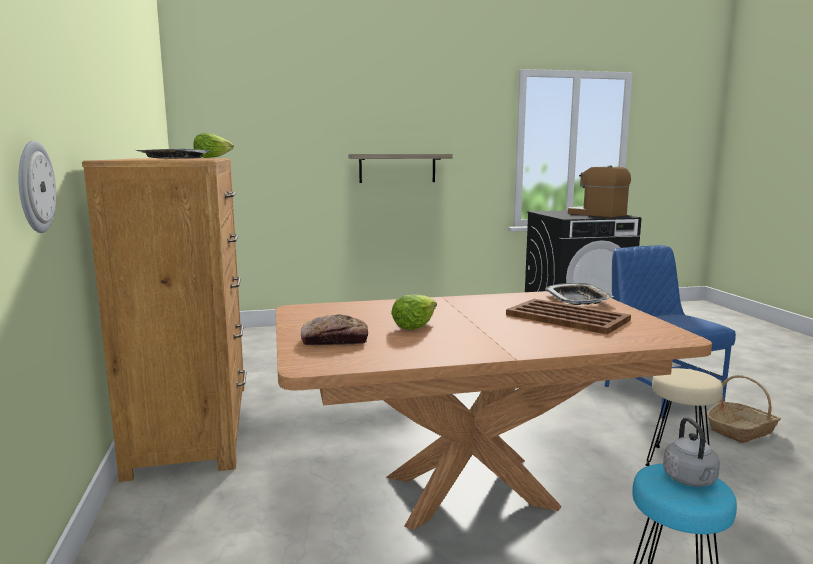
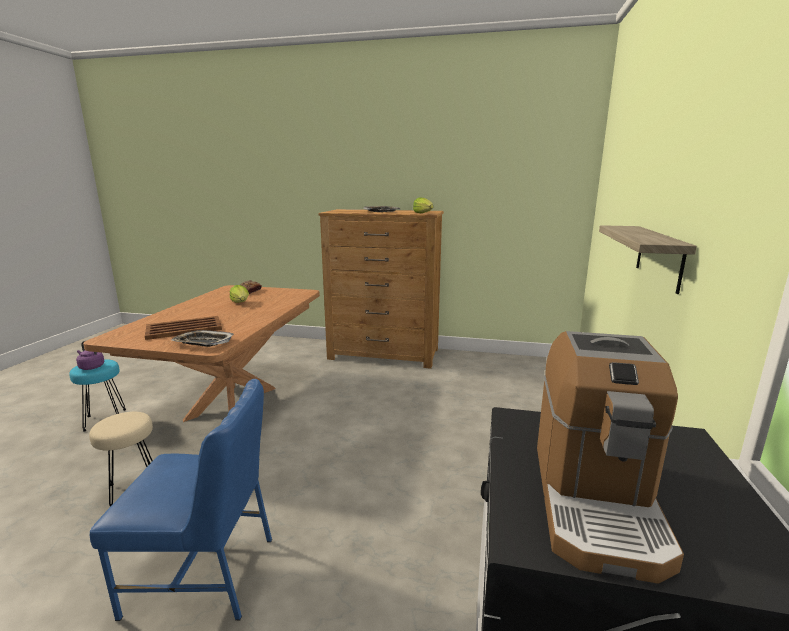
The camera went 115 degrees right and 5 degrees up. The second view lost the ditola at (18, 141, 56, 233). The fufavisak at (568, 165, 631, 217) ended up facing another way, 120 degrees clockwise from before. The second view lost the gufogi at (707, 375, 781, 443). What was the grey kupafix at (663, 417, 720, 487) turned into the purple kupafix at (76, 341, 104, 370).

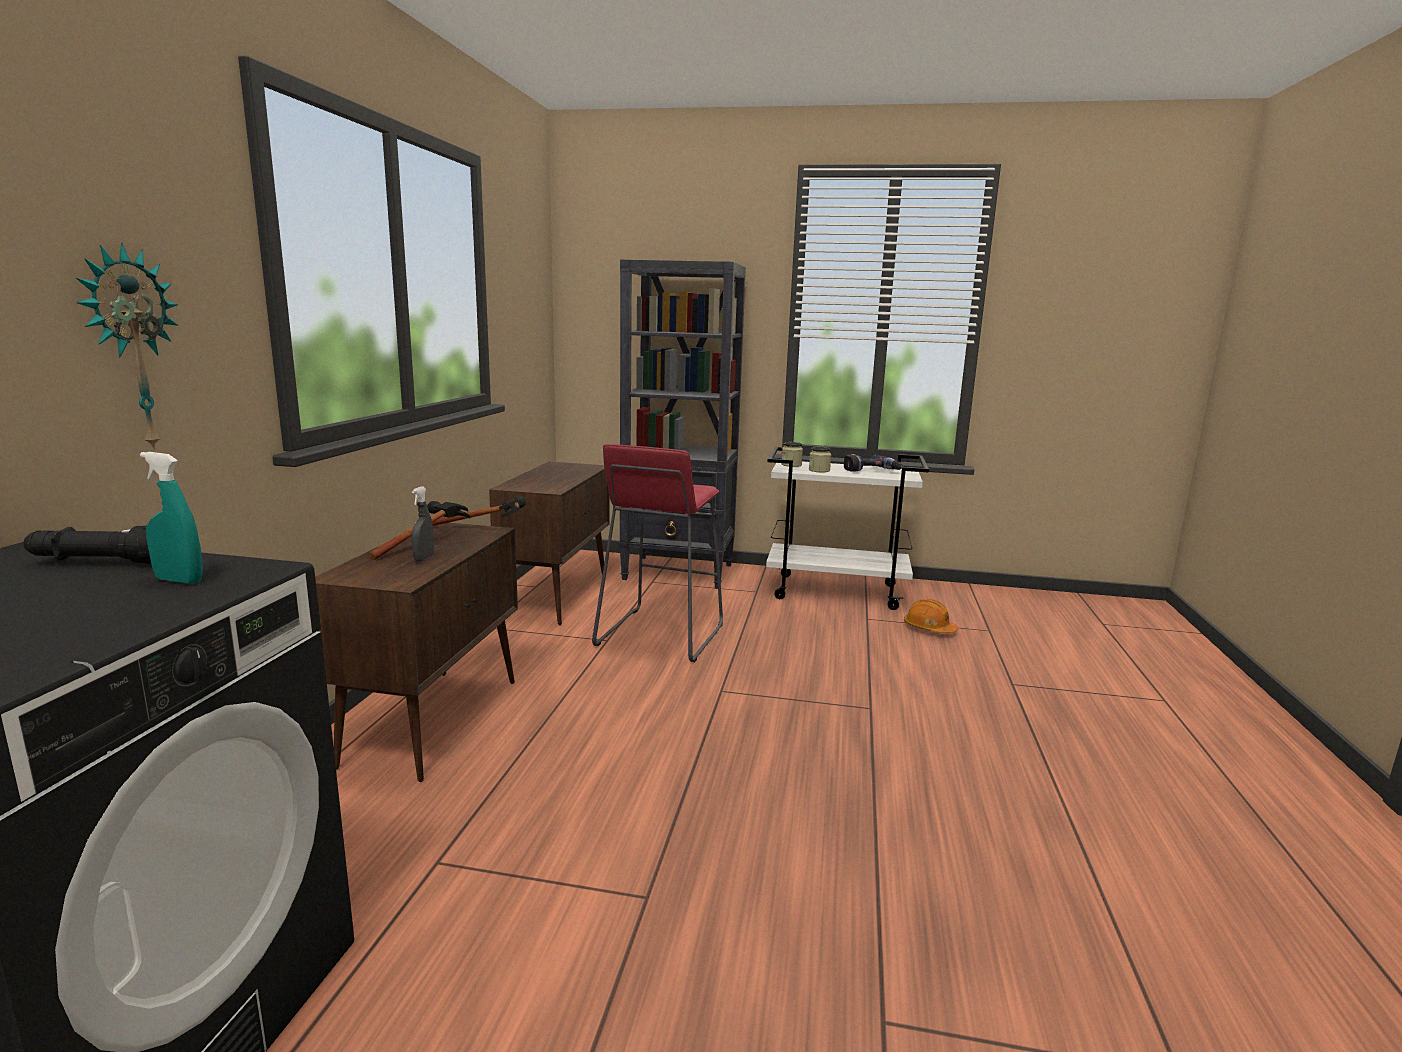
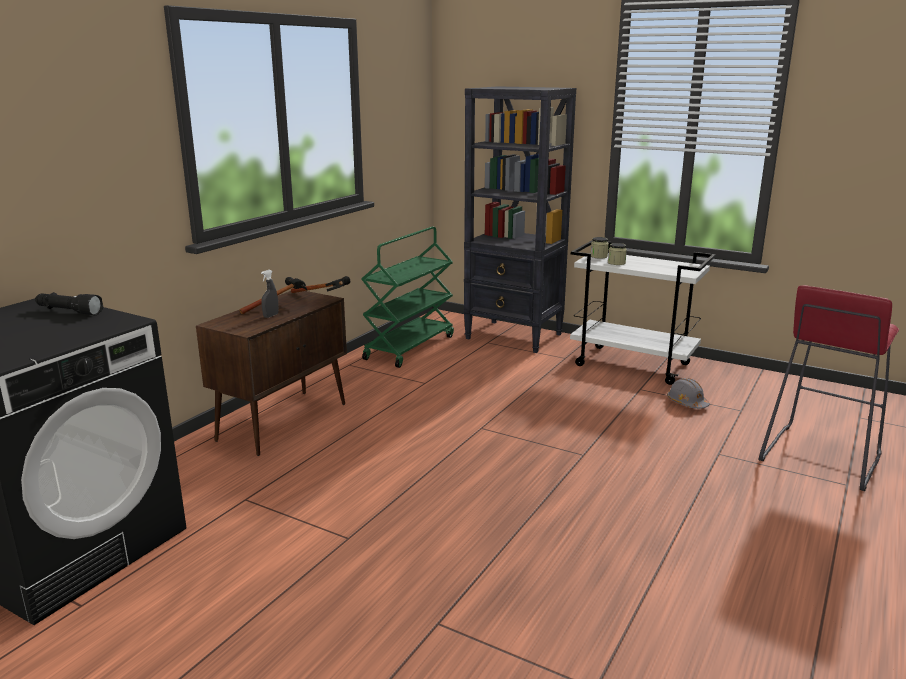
The camera went 20 degrees right and 5 degrees up. The second view lost the ditola at (76, 243, 178, 451). The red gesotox ended up elsewhere, having gone from (592, 444, 723, 662) to (758, 285, 899, 491). The second view lost the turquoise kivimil at (140, 452, 203, 584). The second view lost the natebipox at (843, 454, 903, 472). Where the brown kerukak stood at (489, 462, 610, 625), the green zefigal came to stand at (361, 227, 454, 368). What was the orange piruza at (904, 599, 958, 634) turned into the grey piruza at (667, 378, 710, 409).

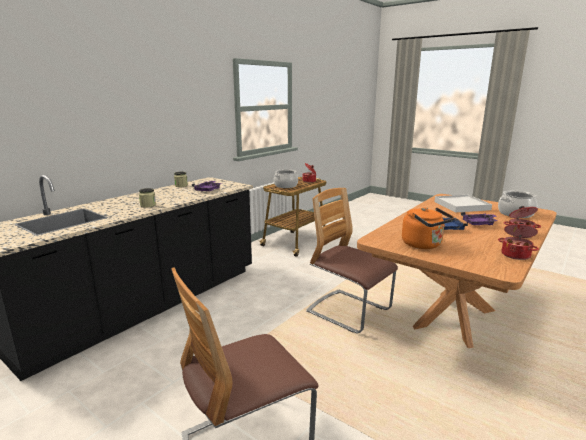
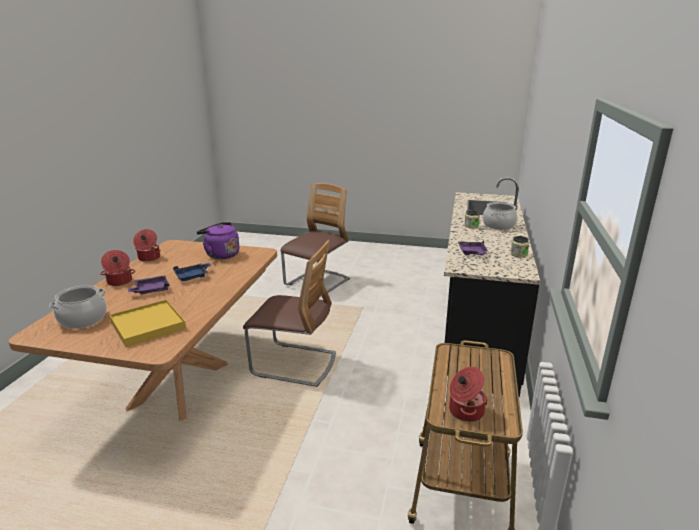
The camera went 155 degrees right and 5 degrees up. The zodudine ended up elsewhere, having gone from (274, 169, 298, 188) to (483, 202, 517, 230). What was the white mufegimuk at (434, 195, 492, 212) turned into the yellow mufegimuk at (109, 300, 186, 347). What was the orange kupafix at (402, 207, 454, 249) turned into the purple kupafix at (197, 222, 239, 259).

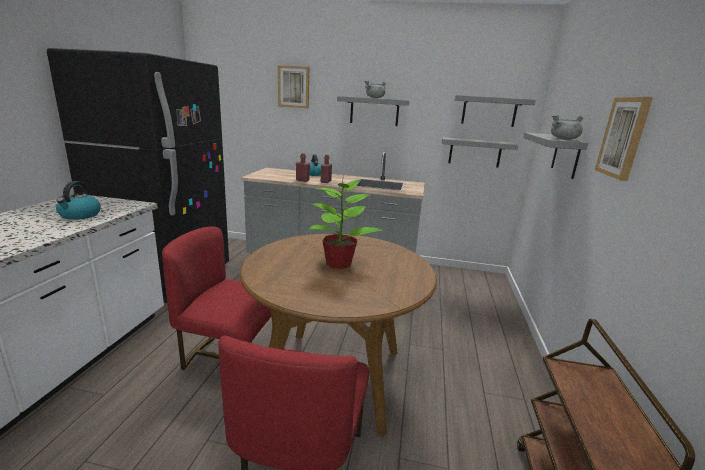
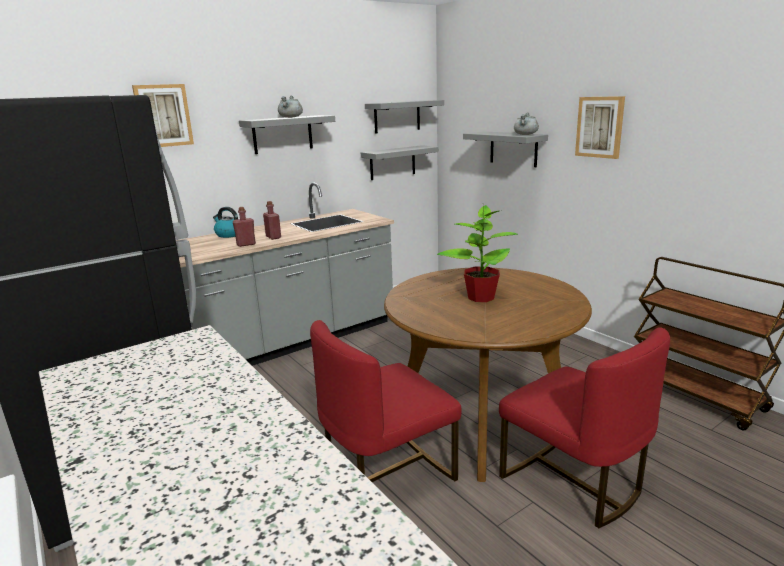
The camera went 45 degrees left and 0 degrees up. The second view lost the kupafix at (56, 181, 101, 220).

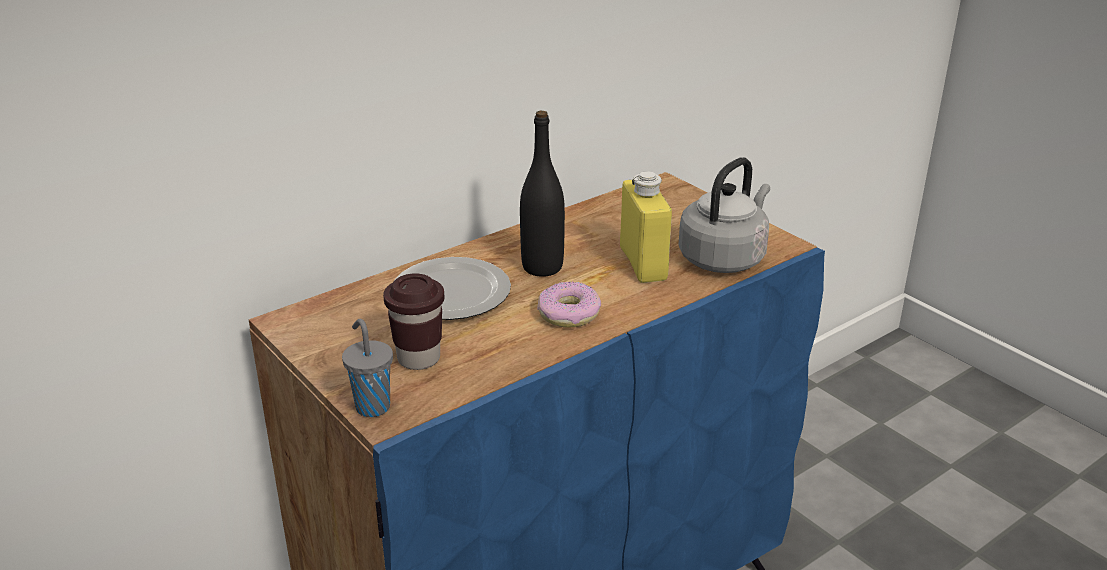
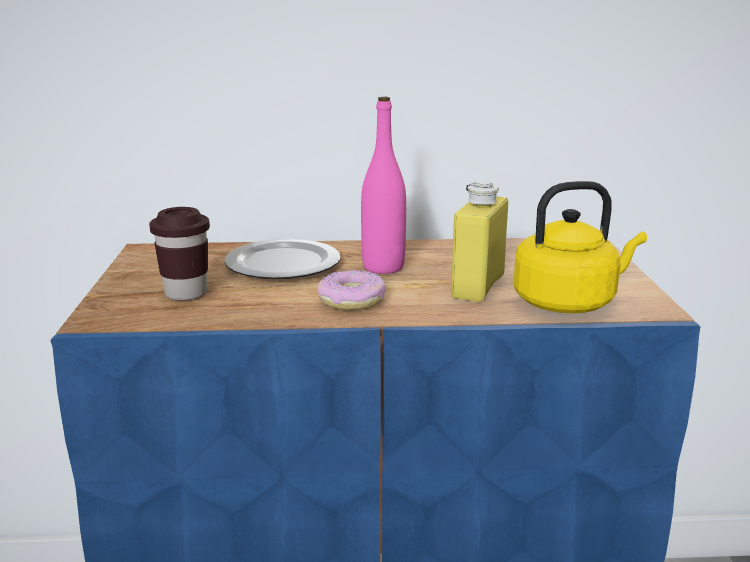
The camera went 35 degrees right and 10 degrees down. What was the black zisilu at (520, 110, 565, 277) turned into the pink zisilu at (361, 97, 406, 274). What was the grey kupafix at (678, 157, 770, 273) turned into the yellow kupafix at (514, 181, 647, 313). The second view lost the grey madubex at (342, 319, 393, 417).

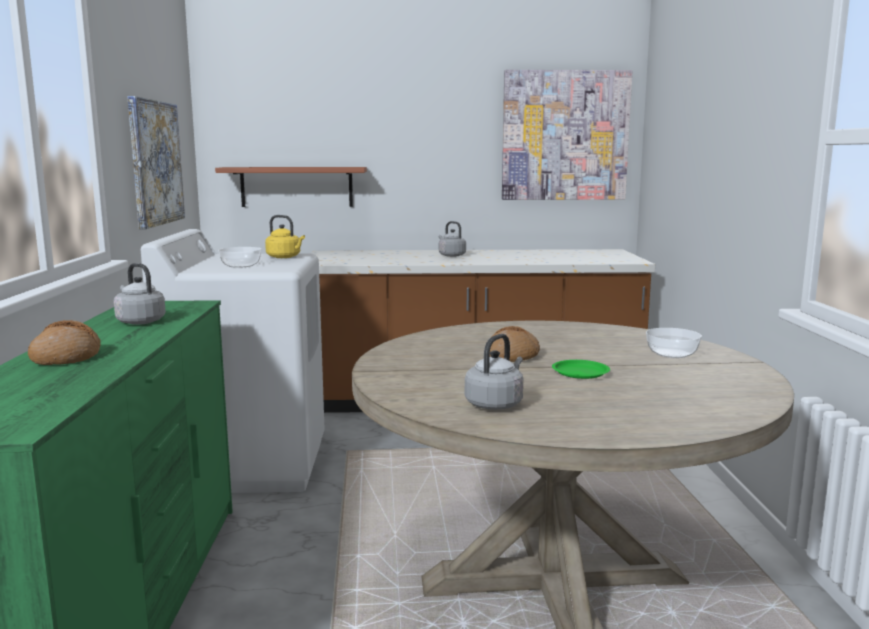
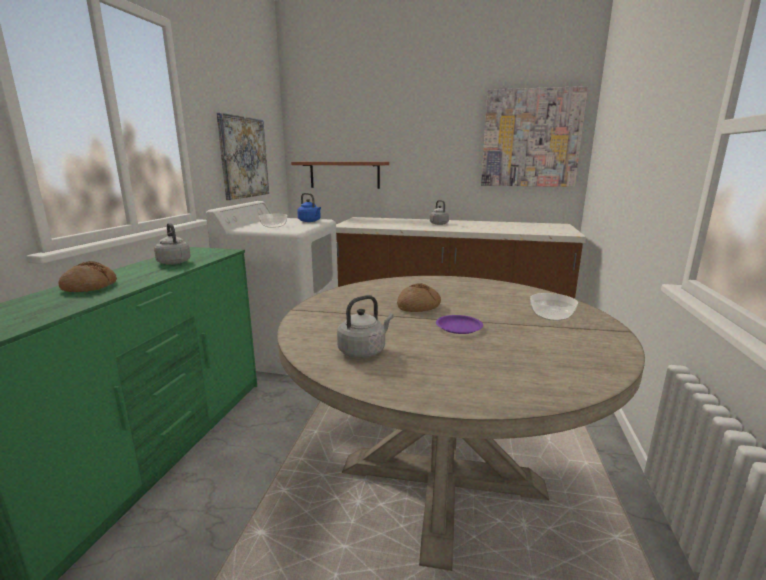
The camera went 15 degrees right and 5 degrees up. What was the yellow kupafix at (265, 215, 305, 258) turned into the blue kupafix at (297, 193, 321, 222). What was the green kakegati at (552, 360, 610, 379) turned into the purple kakegati at (436, 315, 483, 334).

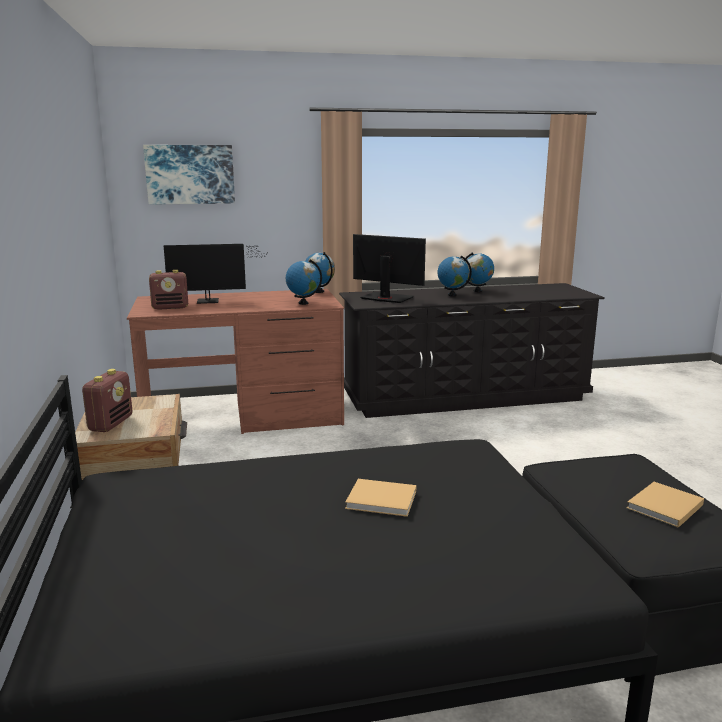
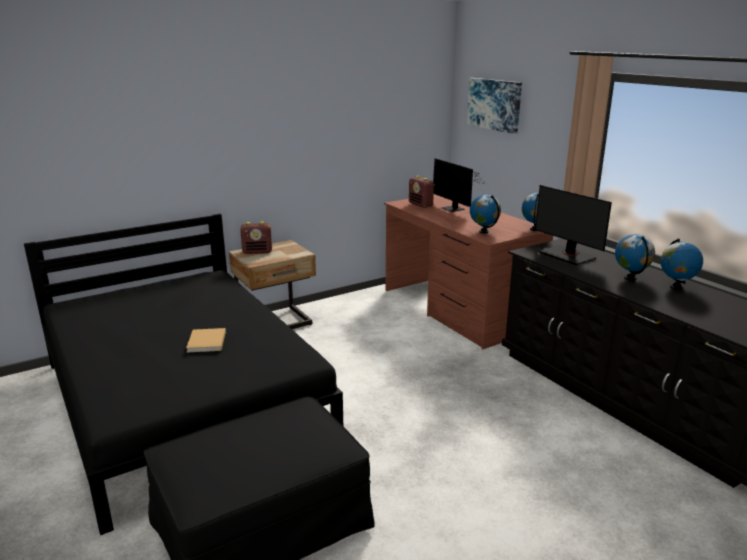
The camera went 70 degrees right and 5 degrees up. The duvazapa at (353, 234, 426, 303) ended up facing another way, 135 degrees clockwise from before. The second view lost the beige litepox at (627, 482, 704, 528).

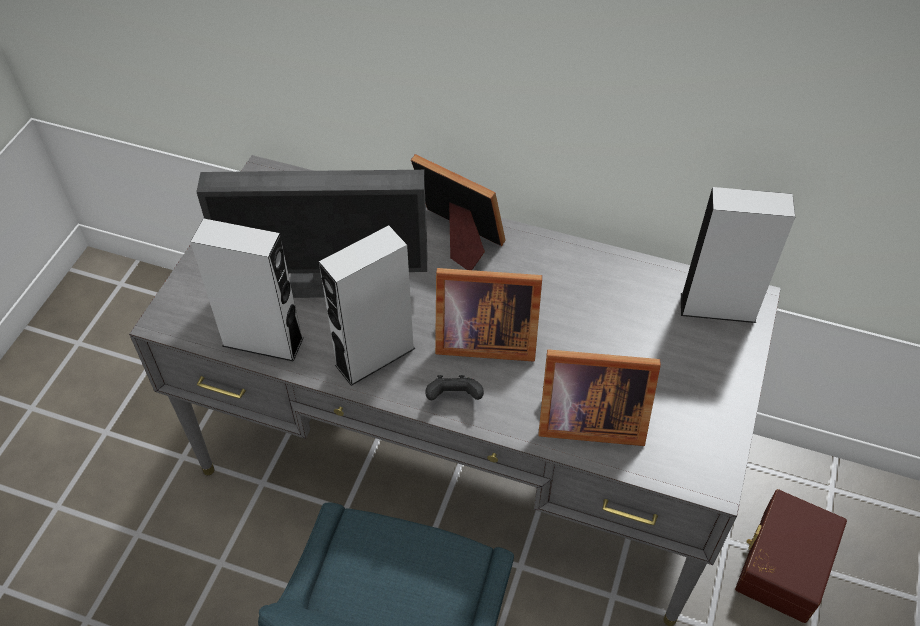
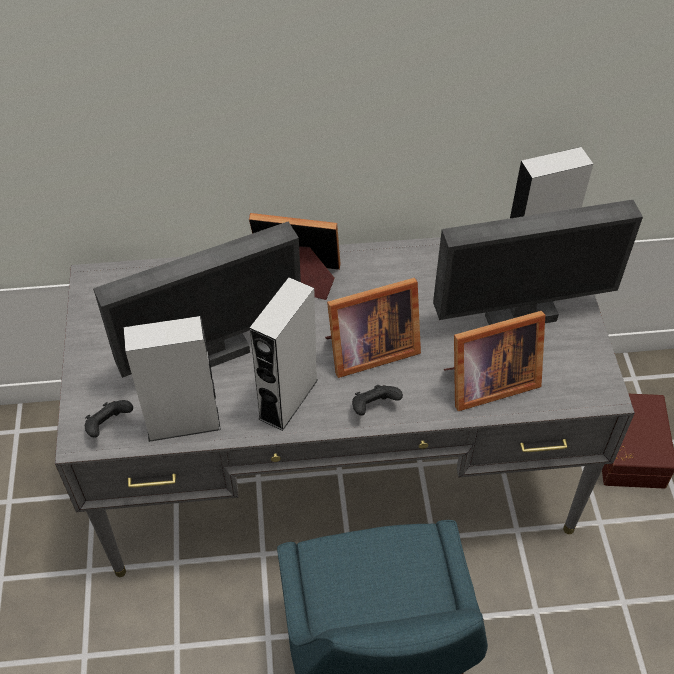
The camera went 25 degrees left and 0 degrees up. The second view gained the duvazapa at (433, 200, 643, 325). The second view gained the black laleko at (85, 400, 133, 438).

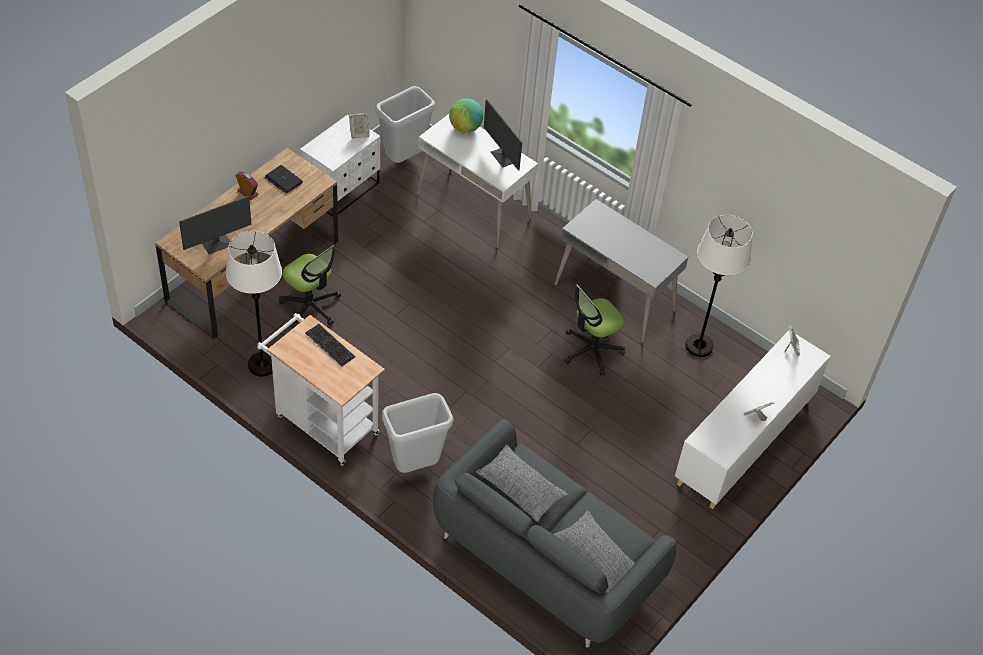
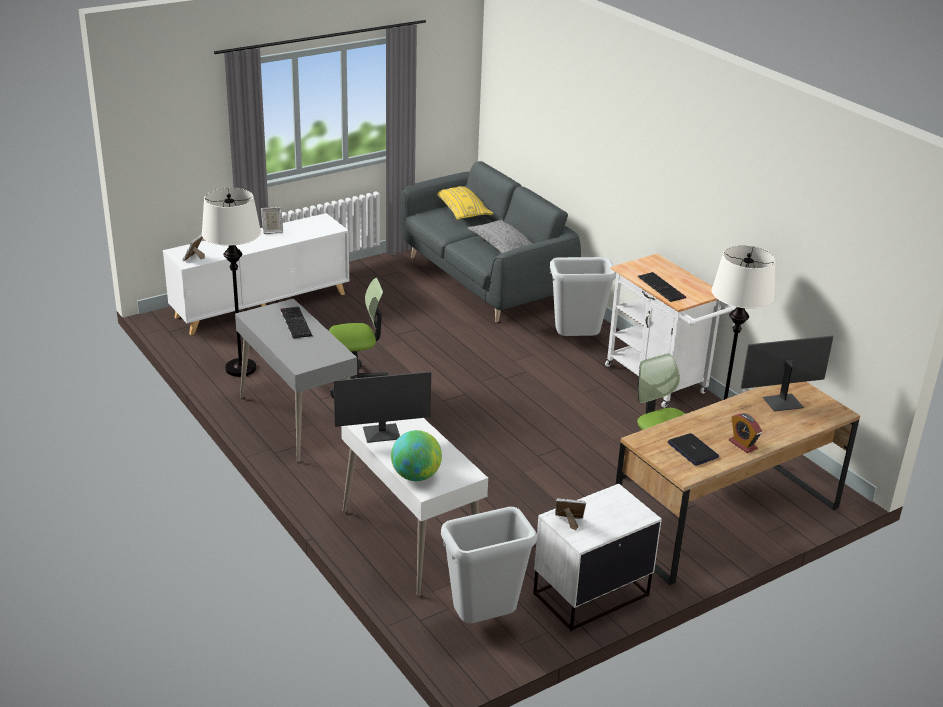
The camera went 160 degrees left and 20 degrees down. The duvazapa at (484, 99, 522, 171) ended up facing another way, 90 degrees clockwise from before. What was the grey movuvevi at (553, 511, 635, 593) turned into the yellow movuvevi at (437, 186, 493, 220). The second view gained the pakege at (280, 307, 312, 339).

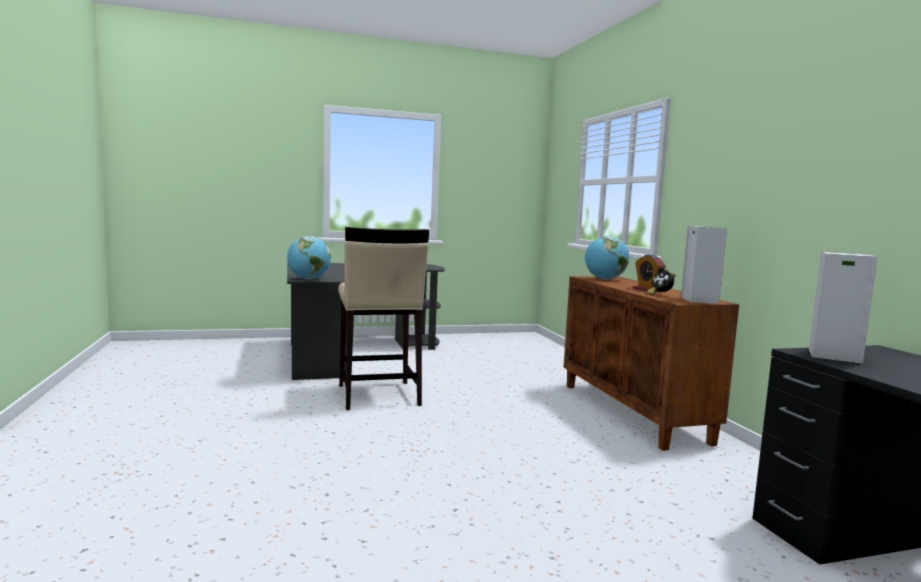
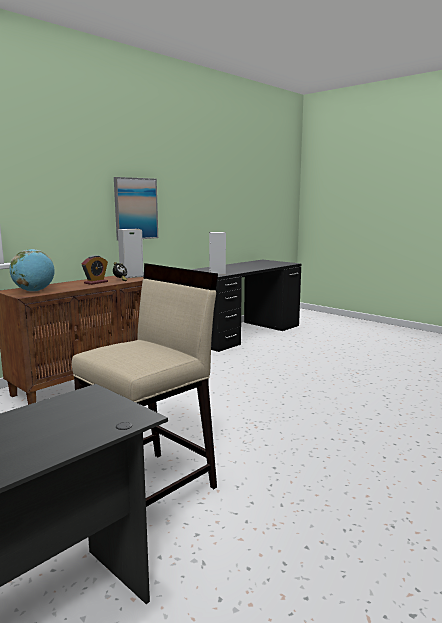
The camera went 120 degrees left and 5 degrees up. The second view lost the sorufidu at (287, 236, 331, 279). The second view gained the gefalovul at (114, 177, 158, 241).

